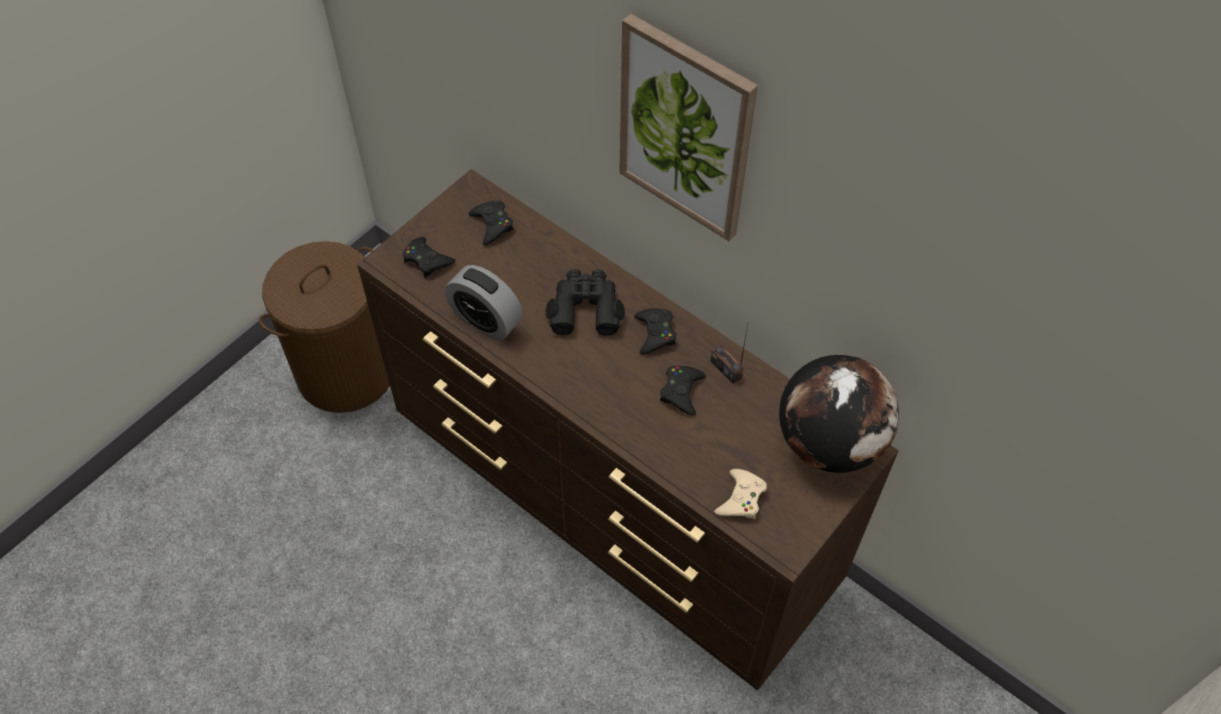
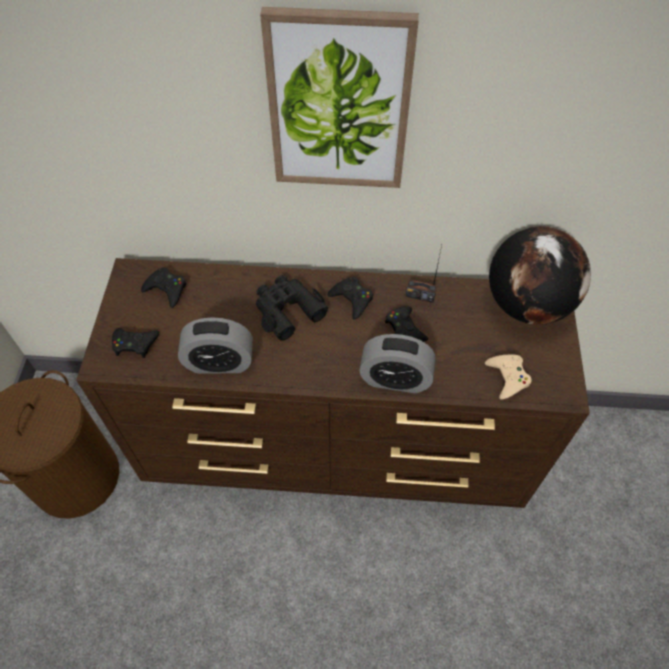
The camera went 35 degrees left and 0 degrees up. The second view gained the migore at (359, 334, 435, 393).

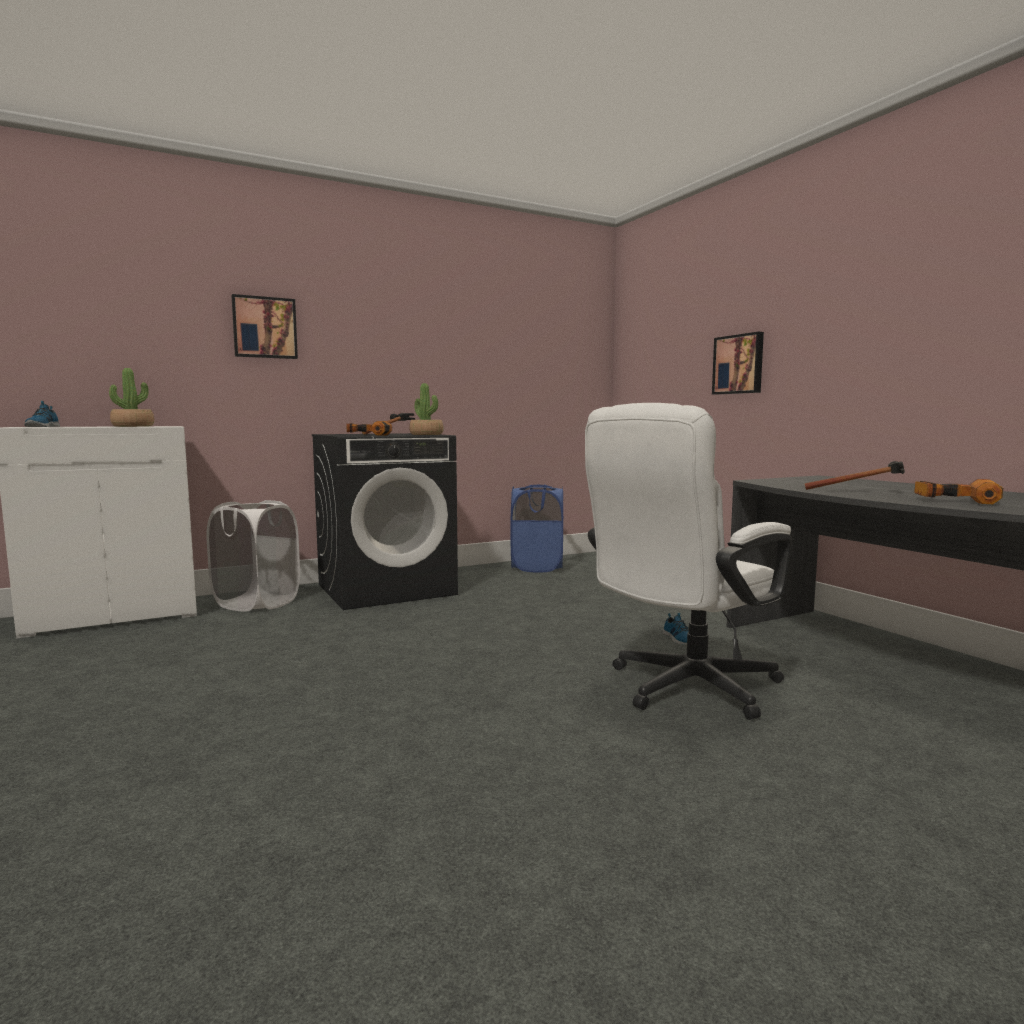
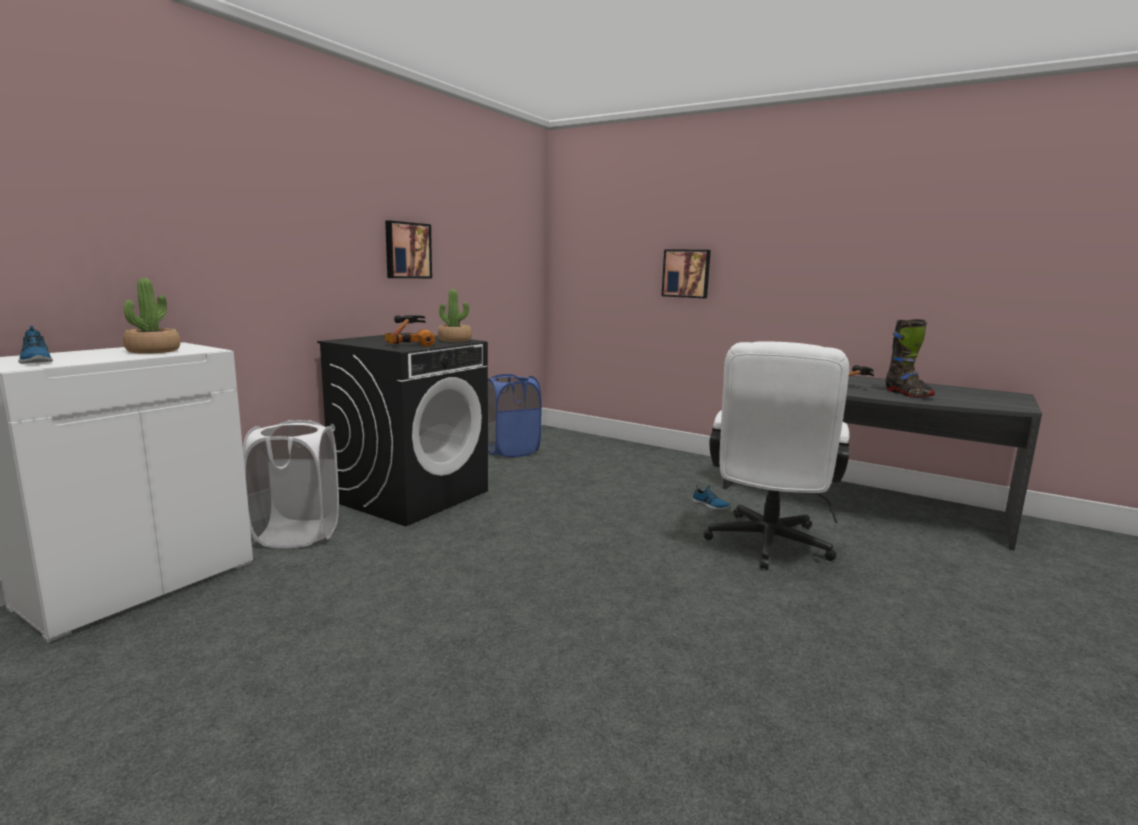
The camera went 30 degrees left and 5 degrees up. The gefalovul ended up elsewhere, having gone from (231, 294, 298, 359) to (385, 220, 432, 278). Where the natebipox stood at (914, 479, 1003, 504), the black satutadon came to stand at (886, 319, 935, 397).

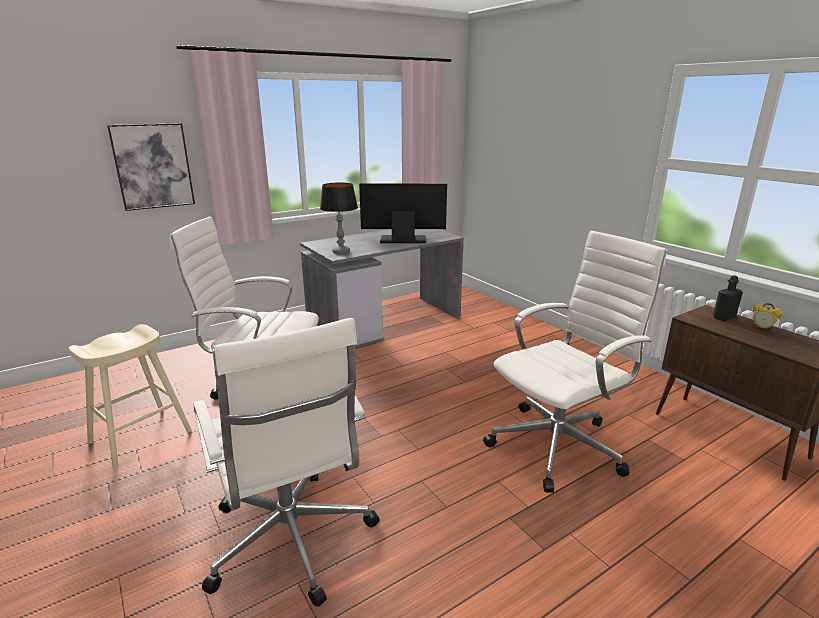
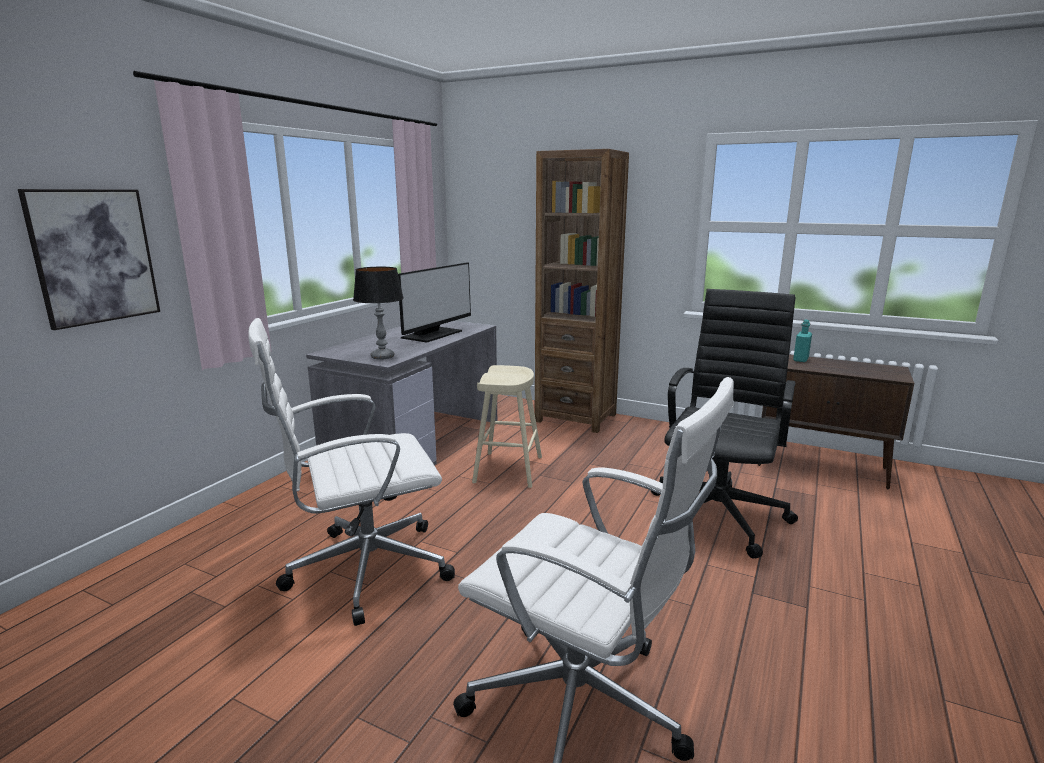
The camera went 30 degrees left and 5 degrees down. The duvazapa at (359, 184, 447, 243) ended up facing another way, 150 degrees clockwise from before. What was the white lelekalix at (483, 230, 667, 493) turned into the black lelekalix at (651, 289, 798, 559). What was the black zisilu at (713, 275, 743, 321) turned into the turquoise zisilu at (793, 320, 812, 362). The second view lost the migore at (752, 303, 783, 331). The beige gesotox ended up elsewhere, having gone from (69, 324, 192, 469) to (472, 365, 542, 488). The second view gained the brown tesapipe at (535, 149, 629, 433).

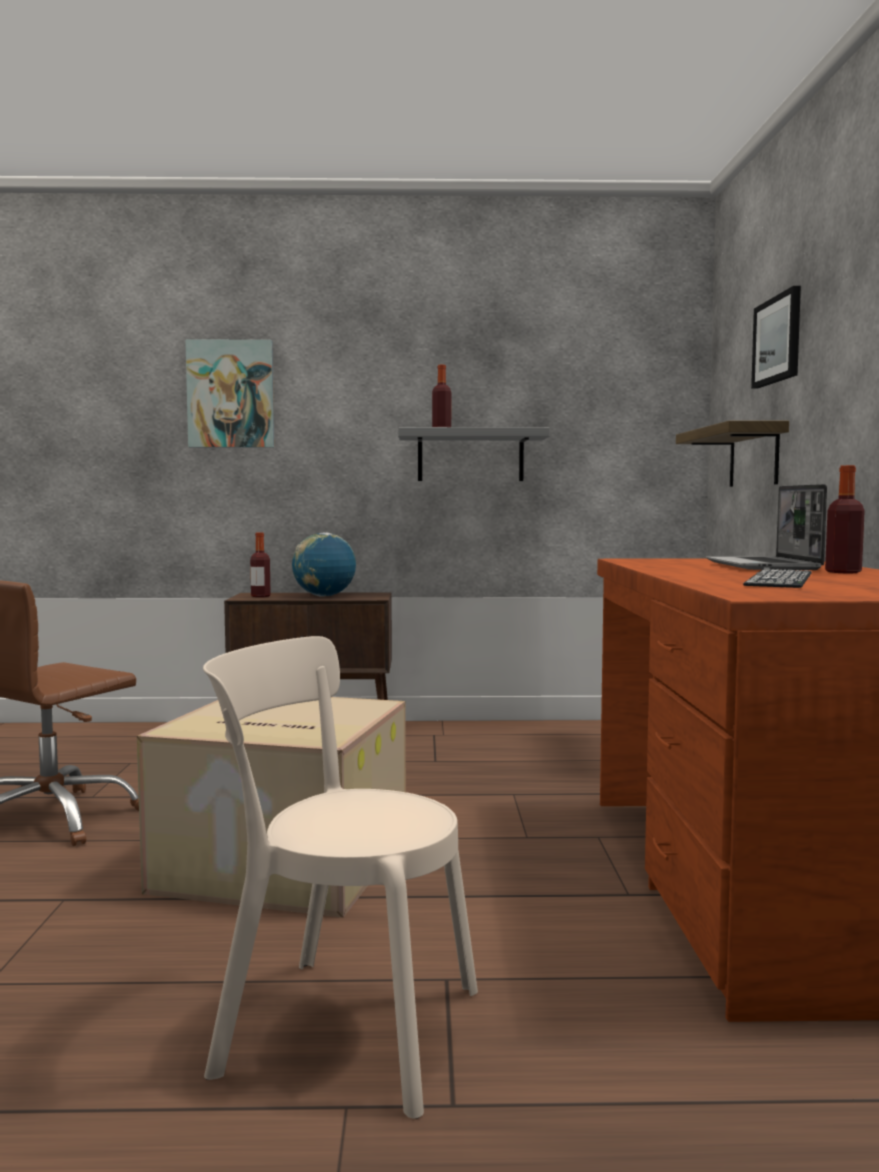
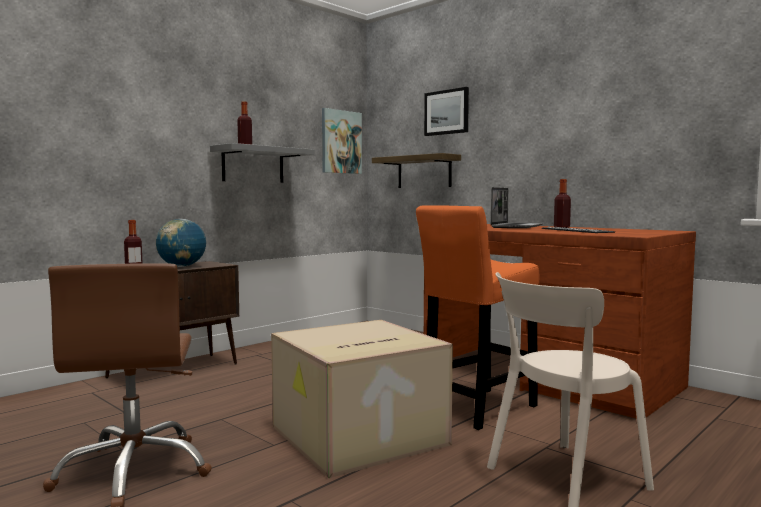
The camera went 45 degrees left and 0 degrees up. The gefalovul ended up elsewhere, having gone from (185, 339, 274, 448) to (322, 108, 362, 174). The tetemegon at (706, 484, 827, 570) ended up facing another way, 105 degrees counterclockwise from before. The second view gained the orange gesotox at (416, 206, 539, 430).

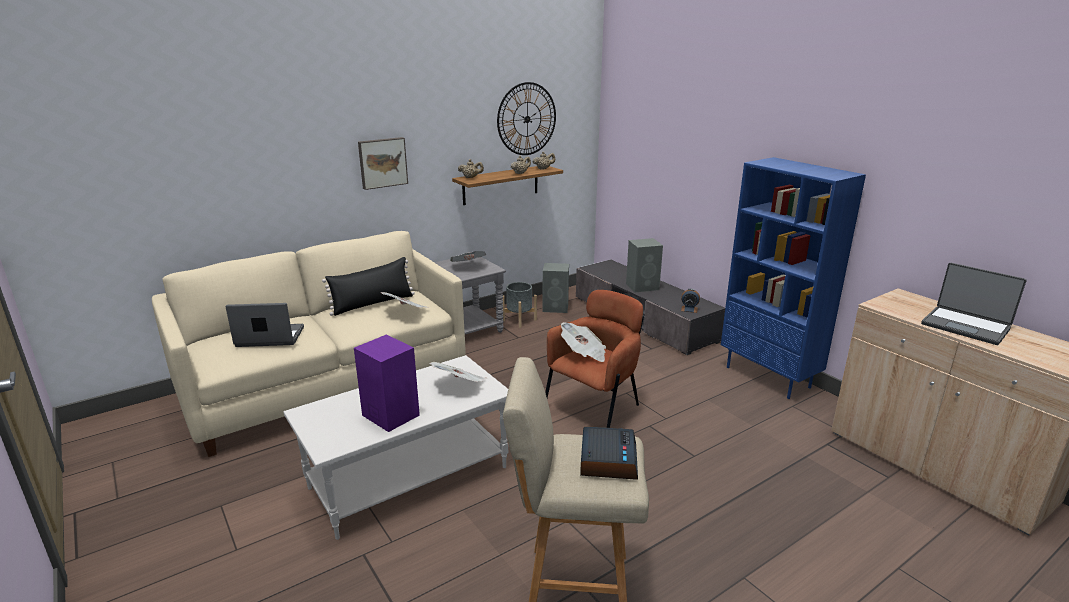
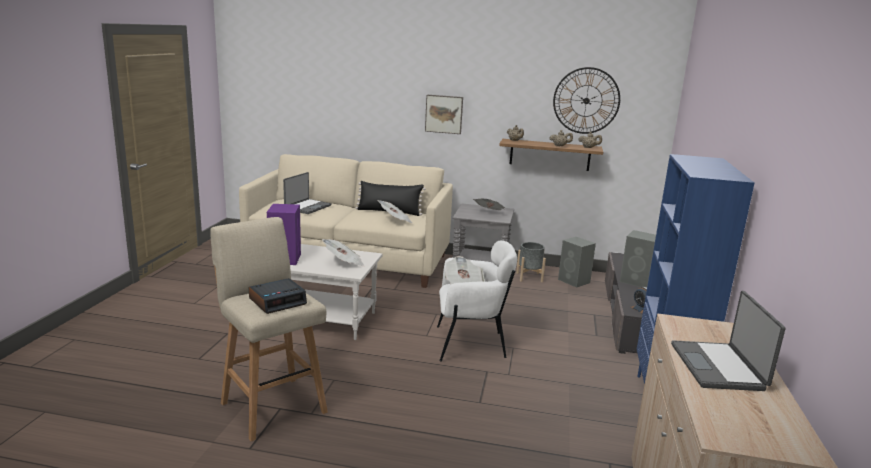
The camera went 45 degrees right and 5 degrees down. What was the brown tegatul at (545, 290, 644, 428) turned into the white tegatul at (437, 240, 517, 362). The tetemegon at (226, 303, 304, 347) ended up facing another way, 75 degrees clockwise from before.

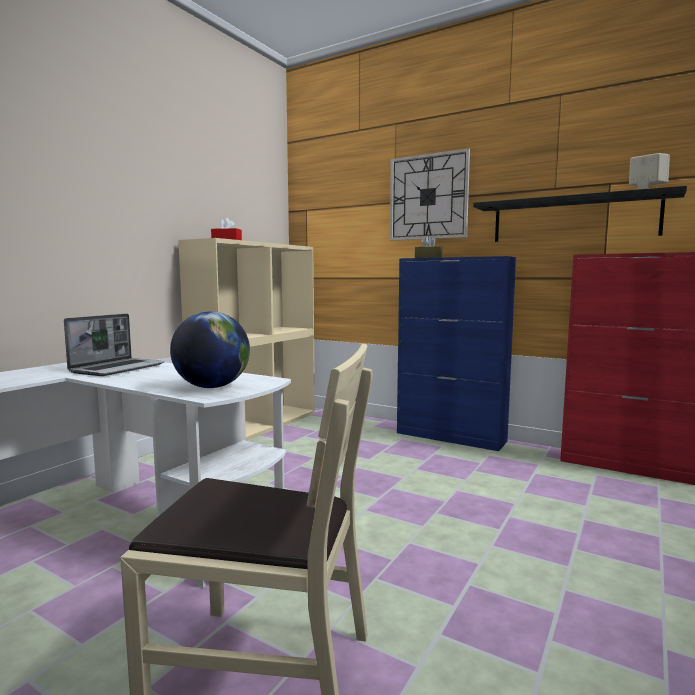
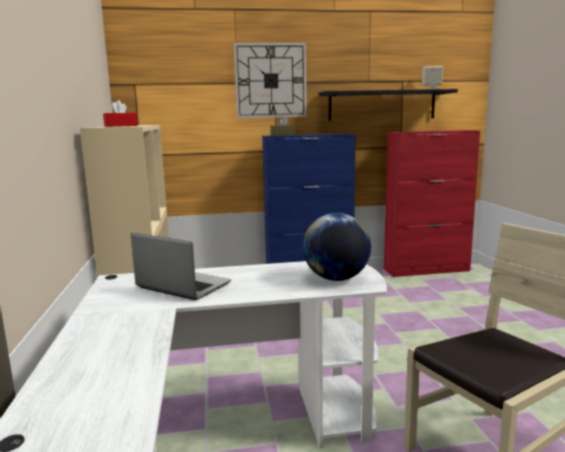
The camera went 40 degrees left and 5 degrees up. The tetemegon at (64, 314, 164, 376) ended up facing another way, 45 degrees counterclockwise from before.

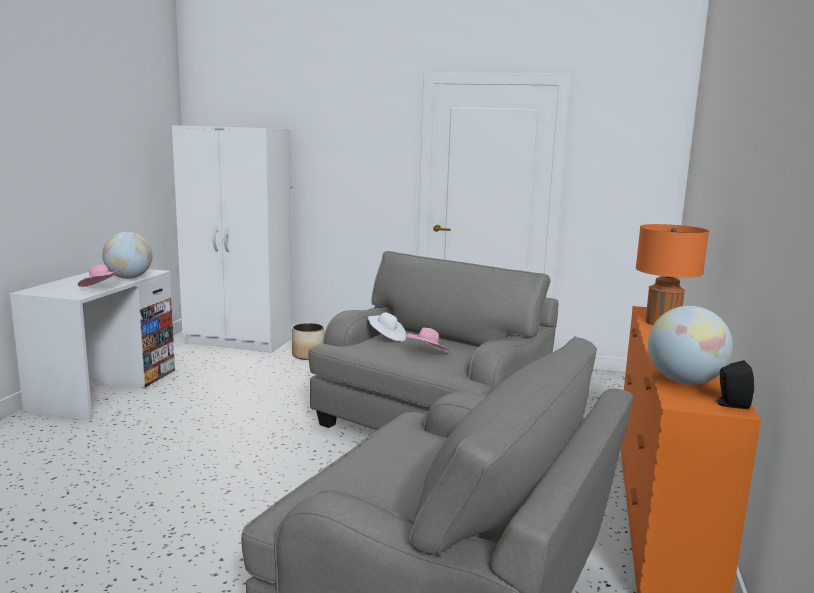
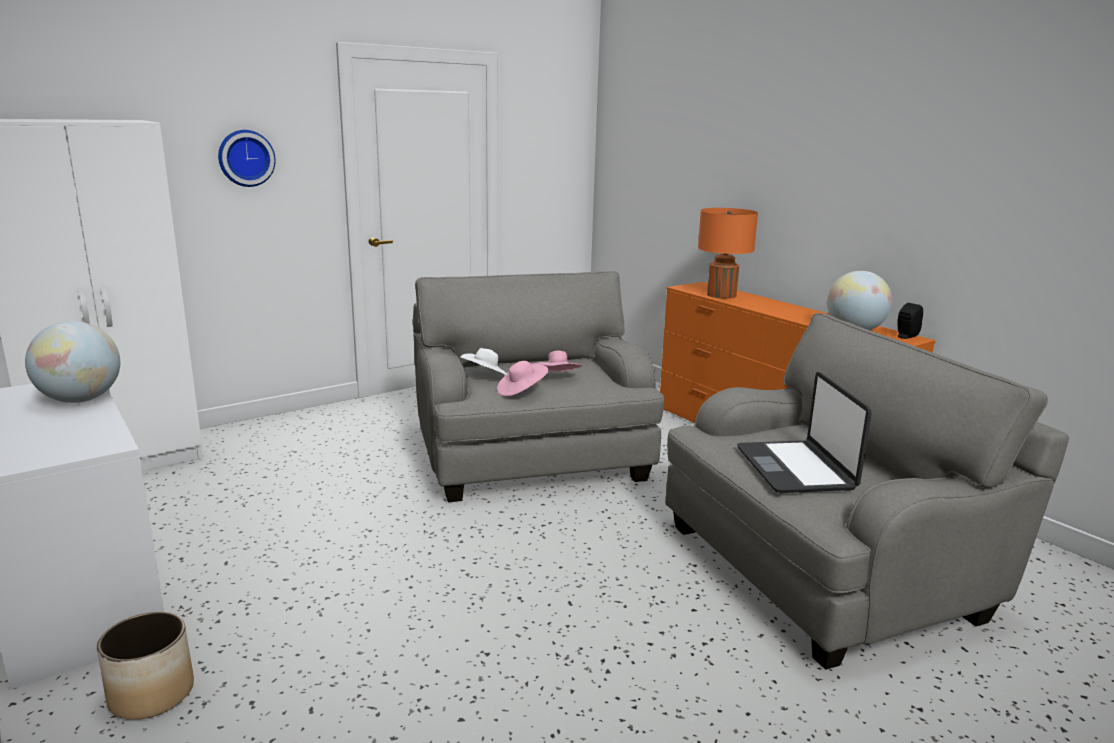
The camera went 50 degrees left and 5 degrees up. The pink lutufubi ended up elsewhere, having gone from (78, 264, 120, 287) to (497, 361, 549, 396). The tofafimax ended up elsewhere, having gone from (292, 323, 324, 360) to (97, 612, 194, 720). The second view gained the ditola at (218, 130, 276, 187). The second view gained the tetemegon at (737, 372, 872, 493).

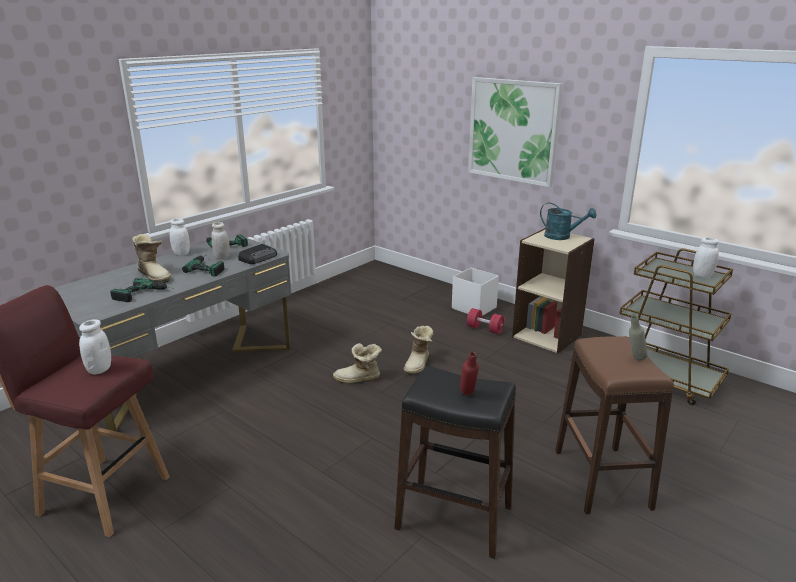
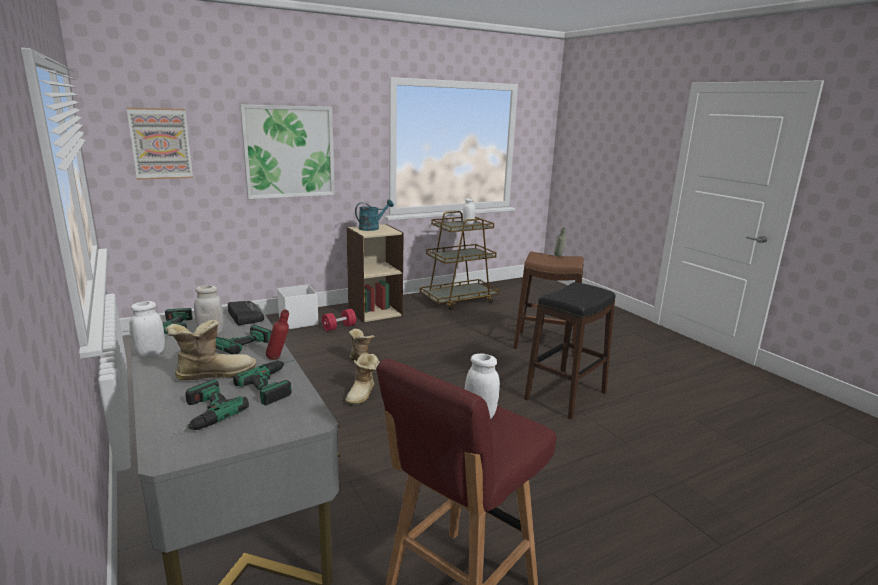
The camera went 70 degrees left and 5 degrees down. The red zisilu ended up elsewhere, having gone from (460, 352, 479, 396) to (266, 309, 289, 360). The second view gained the gefalovul at (127, 108, 193, 180). The second view gained the natebipox at (174, 379, 249, 434).

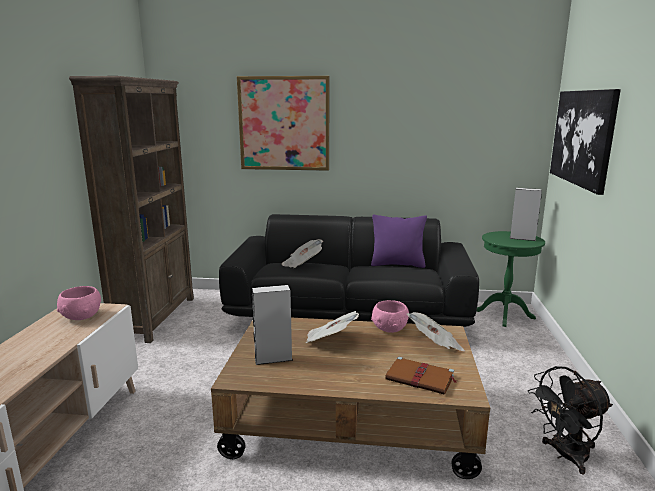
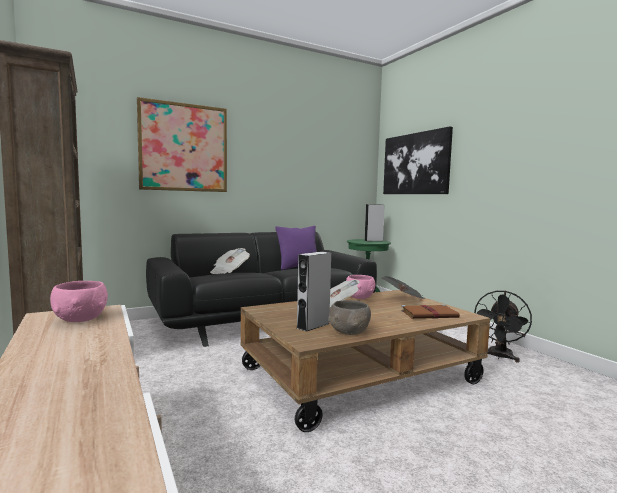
The camera went 35 degrees left and 10 degrees down. The second view gained the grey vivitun at (328, 300, 371, 335).

